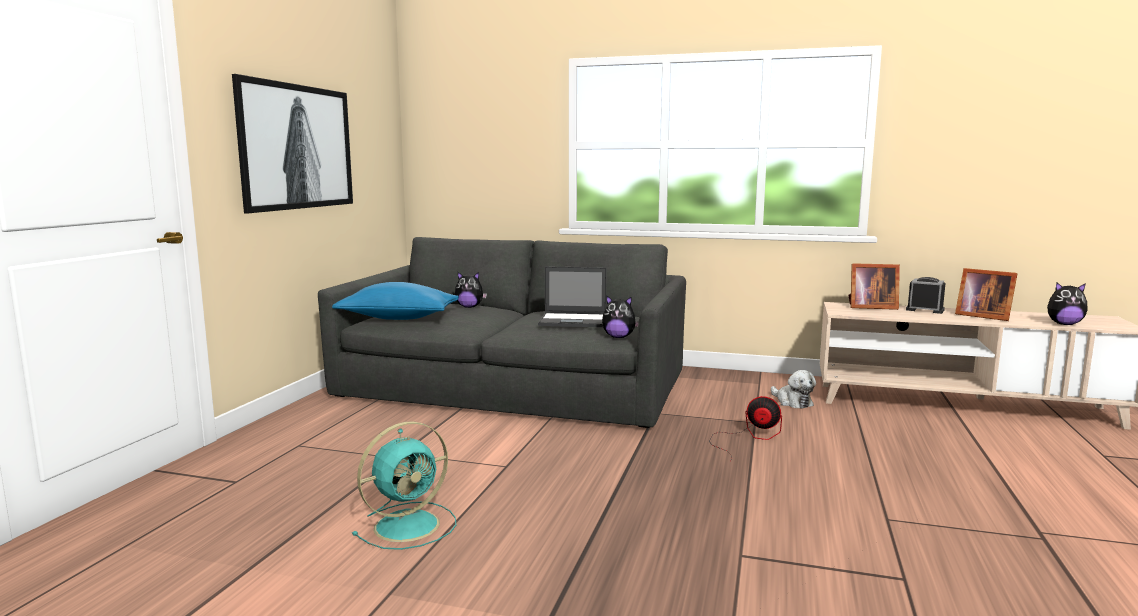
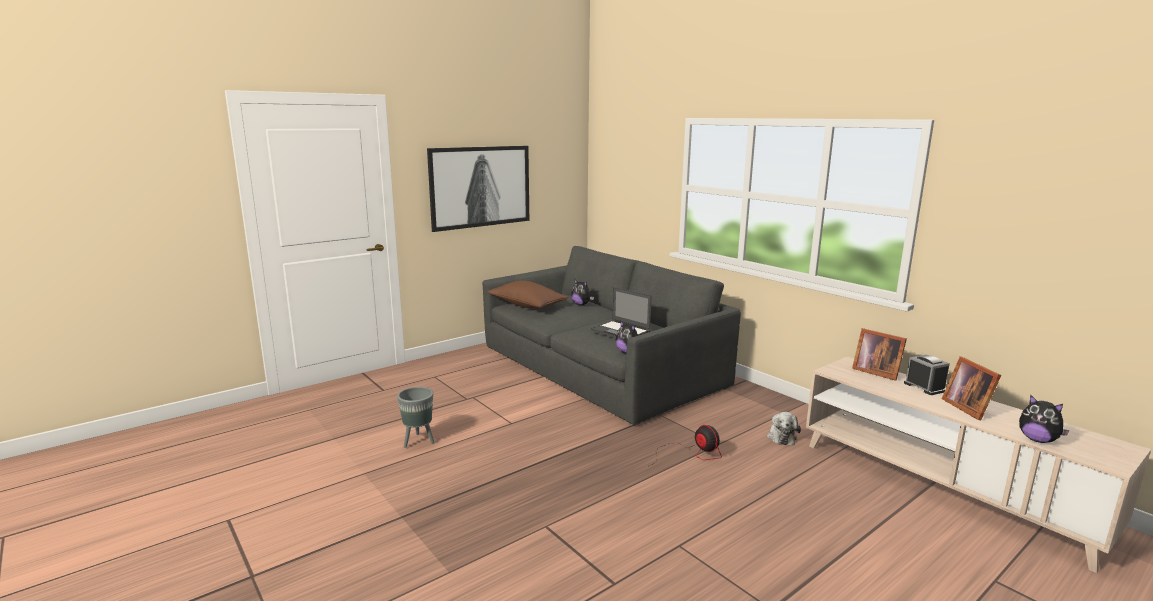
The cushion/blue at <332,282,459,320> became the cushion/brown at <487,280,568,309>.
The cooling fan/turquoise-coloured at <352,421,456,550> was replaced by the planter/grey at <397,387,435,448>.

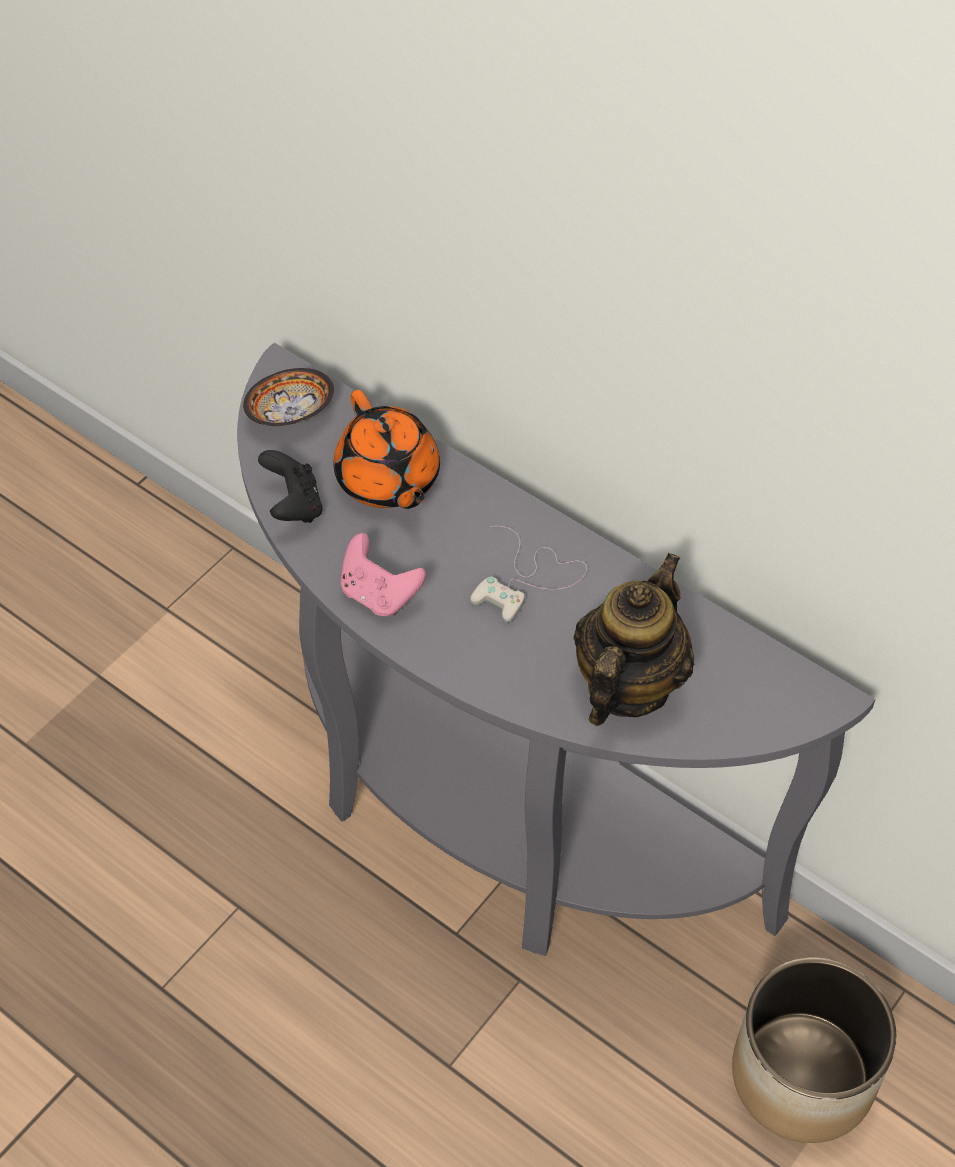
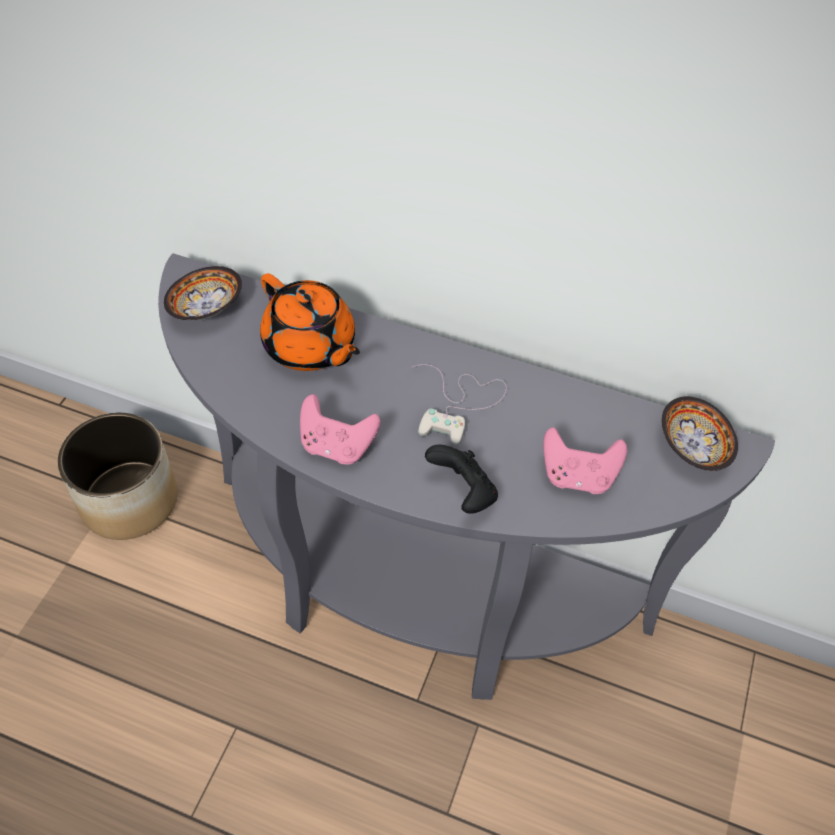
The gamepad/black-coloured moved from <258,450,323,523> to <425,445,498,514>.
The tea pot at <573,553,694,726> was replaced by the gamepad/pinkish at <543,427,627,494>.
The planter moved from <732,958,896,1143> to <58,413,177,540>.
The serving bowl at <662,396,738,471> appeared.

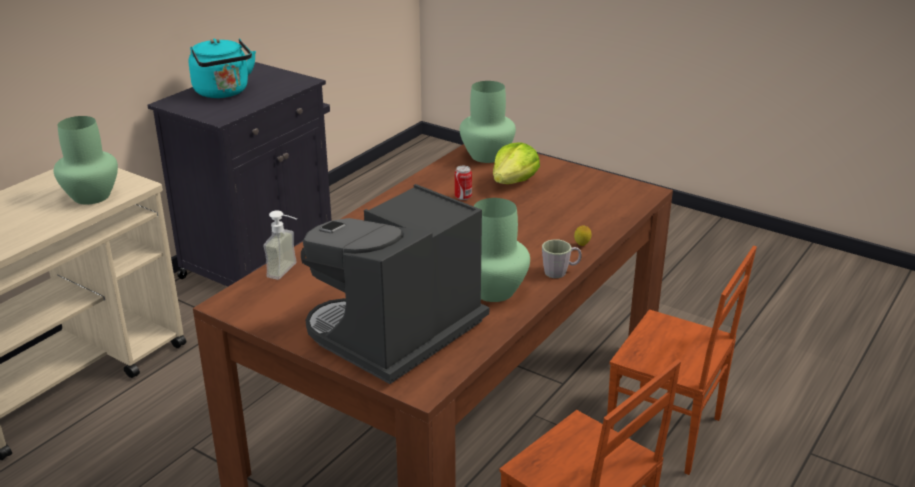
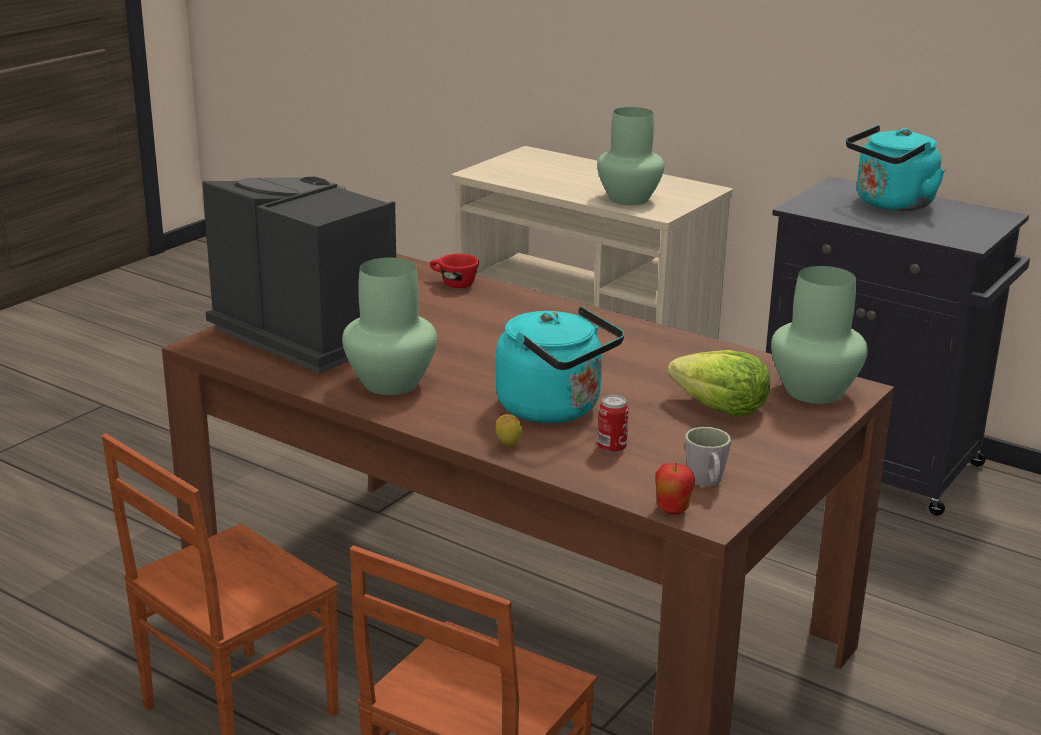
The sealed can moved from <455,166,472,200> to <597,395,629,454>.
The soap bottle at <263,210,297,280> was replaced by the small cup/reddish at <430,254,479,288>.
The coffee mug/grey moved from <542,239,581,278> to <685,427,731,486>.
The water kettle/turquoise-coloured at <496,306,624,423> appeared.
The apple at <655,463,695,515> appeared.

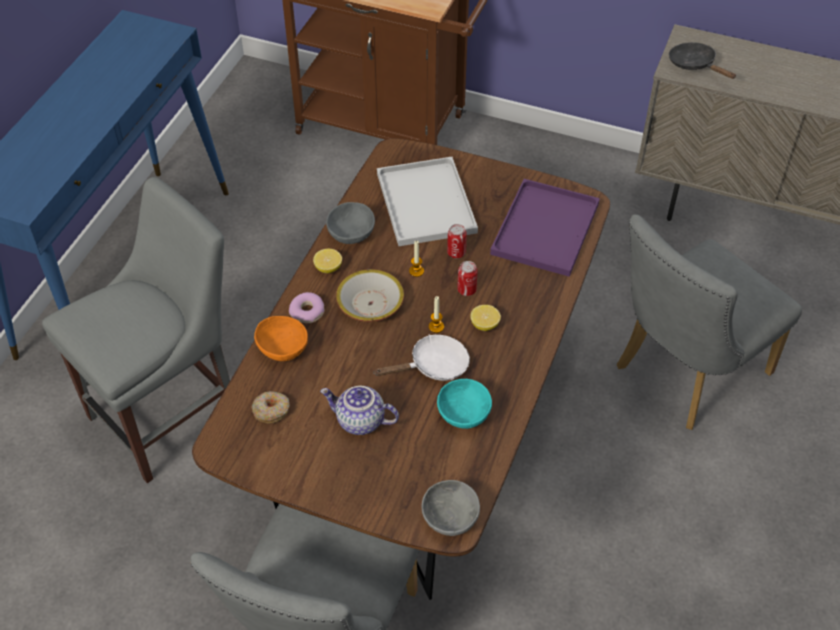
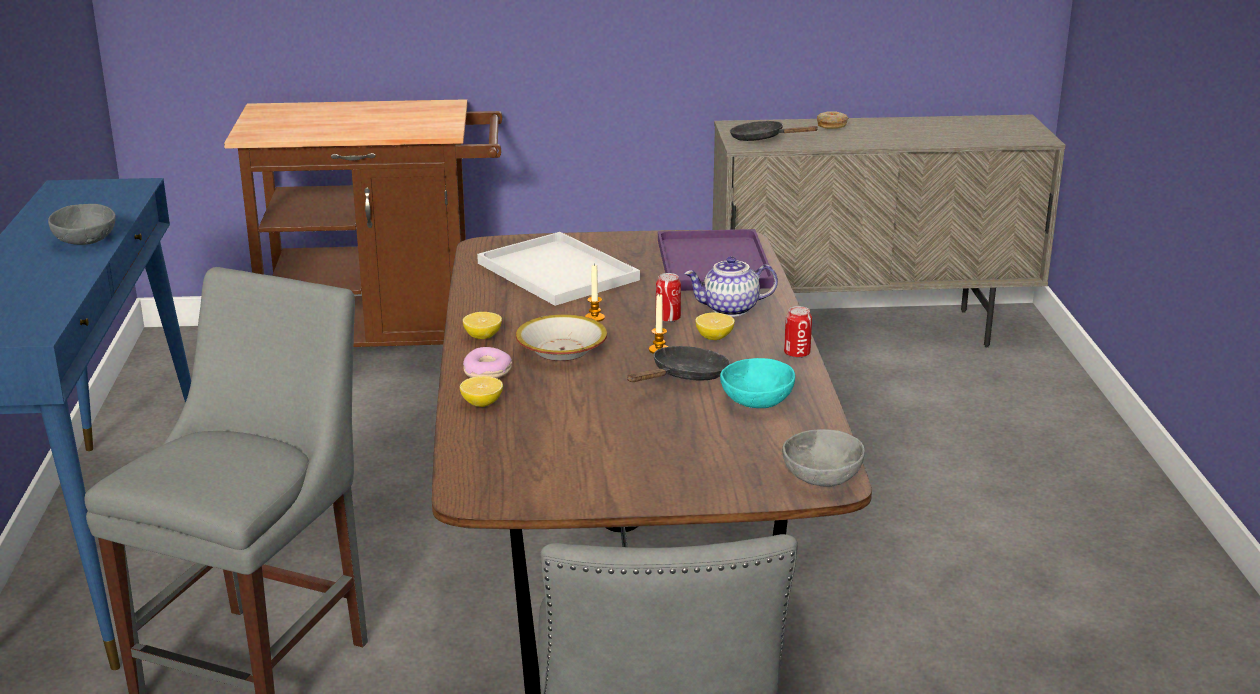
The serving bowl/grey moved from <326,202,375,244> to <48,204,116,245>.
The chair/grey at <617,214,802,430> disappeared.
The sealed can moved from <447,224,467,258> to <784,306,812,358>.
The serving bowl/orangey at <254,316,308,361> was replaced by the whole lemon at <460,376,503,407>.
The frying pan/whitish at <373,335,470,381> became the frying pan/black-coloured at <627,346,730,382>.
The tea pot moved from <320,386,399,435> to <684,256,778,317>.
The ring doughnut moved from <252,391,290,423> to <817,111,848,129>.

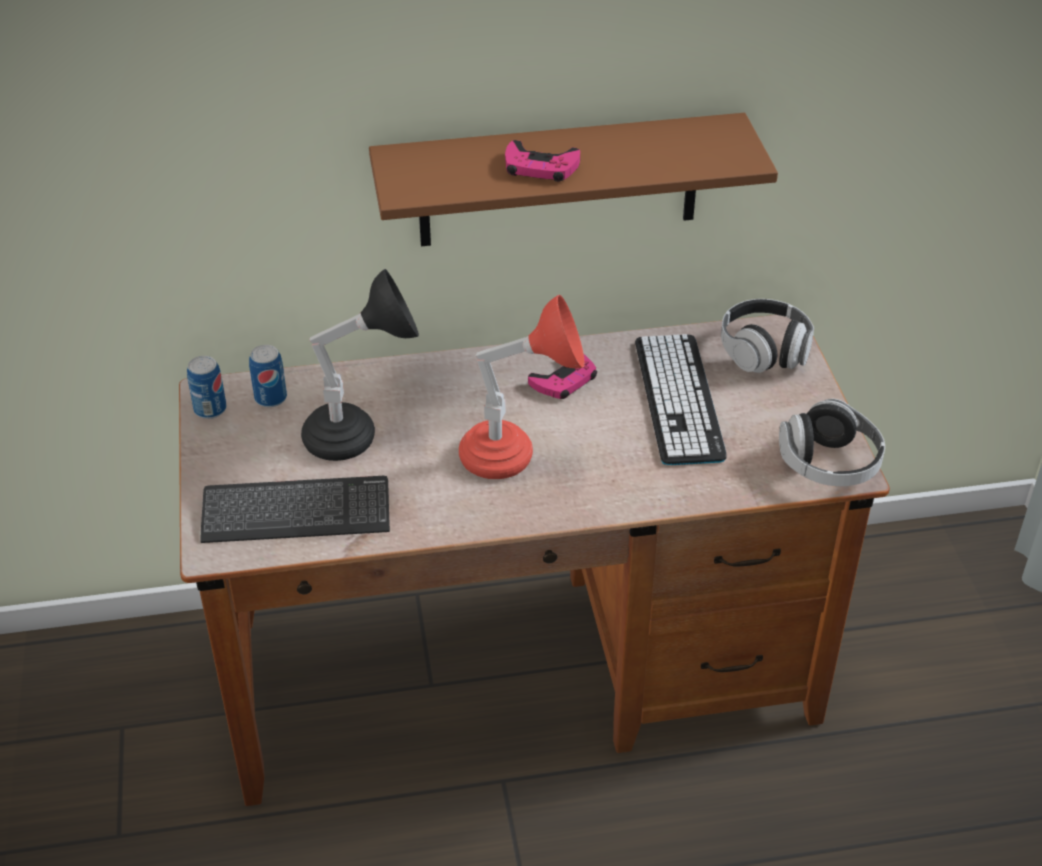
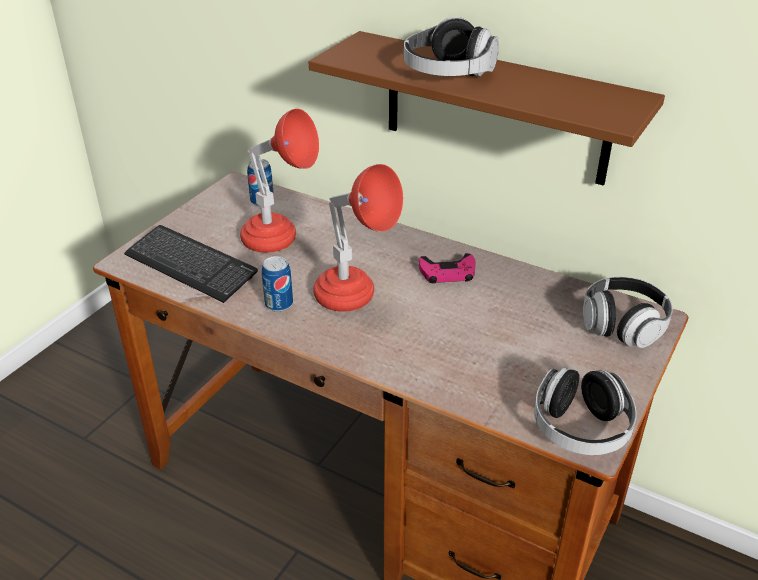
The gamepad/pinkish at <505,140,580,182> was replaced by the headset at <404,17,499,76>.
The tabletop lamp/black-coloured at <301,269,419,461> became the tabletop lamp/reddish at <240,109,319,253>.
The keyboard at <635,334,726,465> disappeared.
The sealed can moved from <187,356,227,419> to <262,256,293,312>.

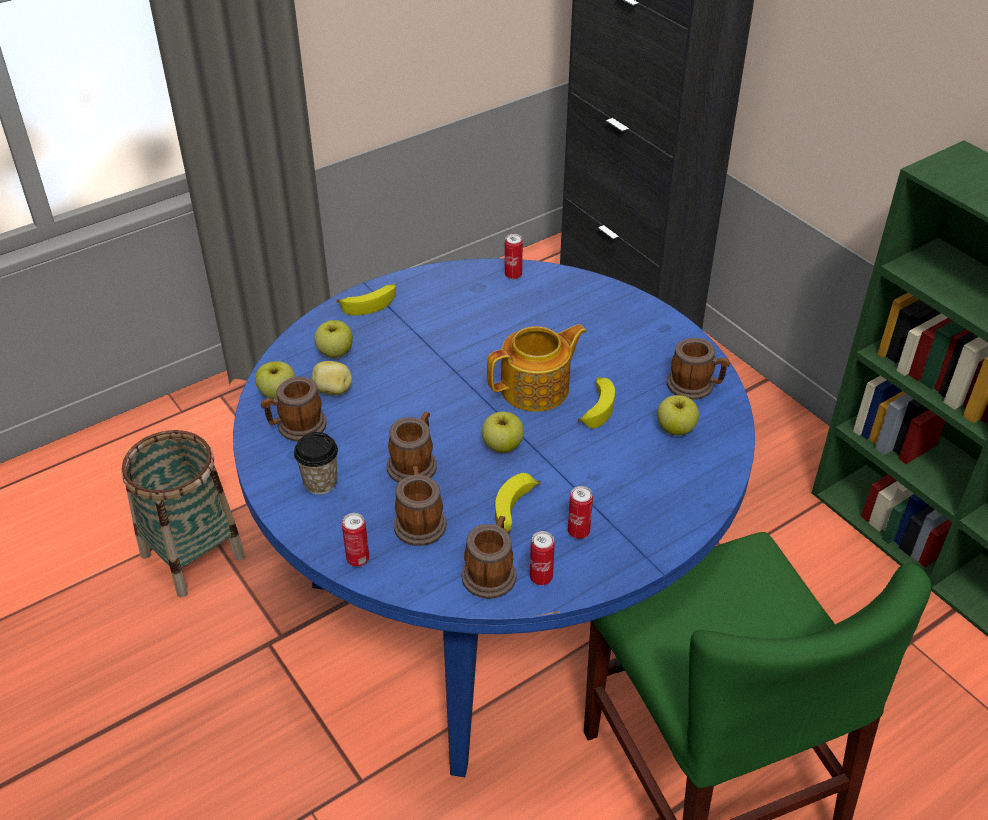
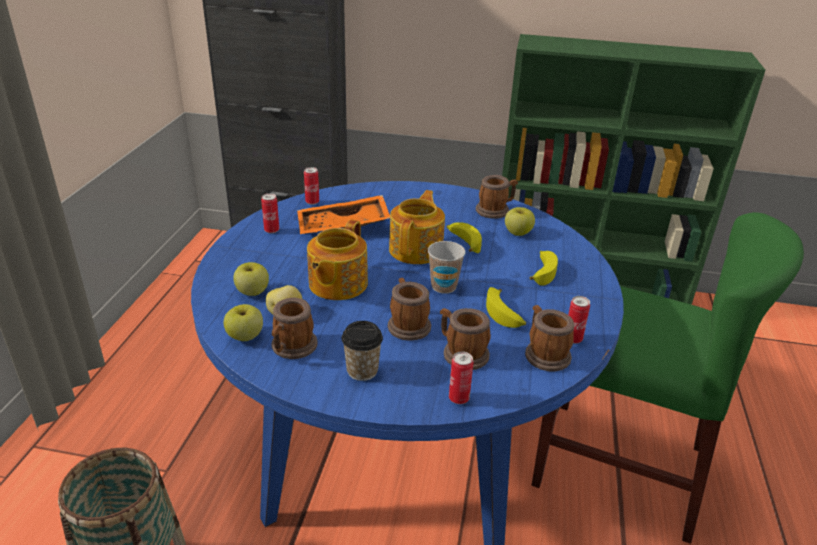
The whole banana moved from <336,284,396,315> to <529,251,558,286>.
The apple at <482,412,524,453> was replaced by the small cup at <428,241,466,294>.
The sealed can moved from <568,486,593,539> to <261,193,279,233>.
The tray/orangey at <297,195,390,234> appeared.
The tea pot at <307,219,368,300> appeared.

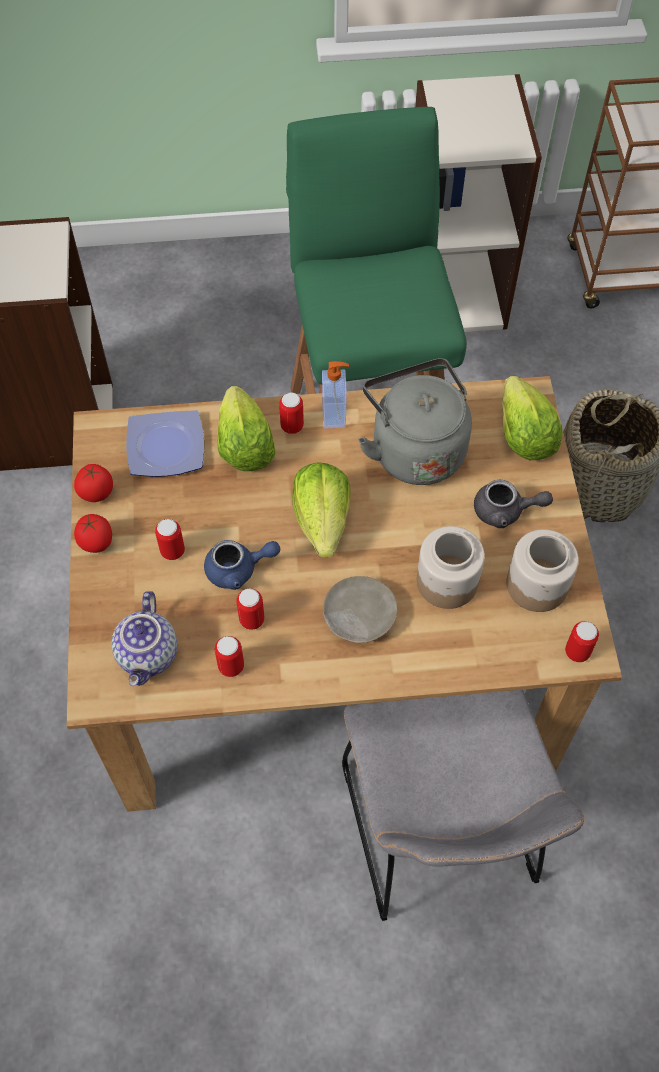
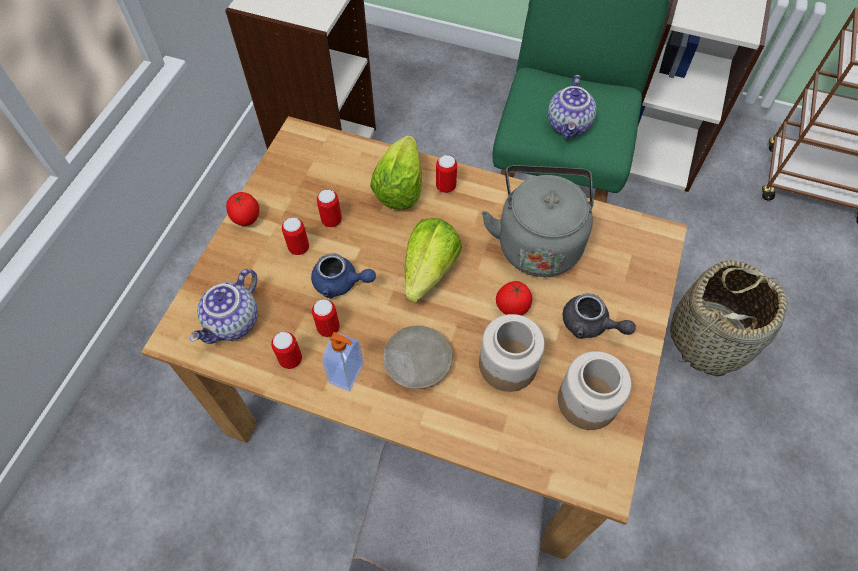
The soap bottle moved from <322,361,349,428> to <322,332,364,391>.
The head of lettuce at <502,376,563,460> disappeared.
The dinner plate at <126,410,204,477> disappeared.
The fresh tomato moved from <74,464,113,502> to <496,281,532,316>.
The sealed can moved from <565,621,599,662> to <317,189,342,227>.
The tea pot at <548,75,596,139> appeared.

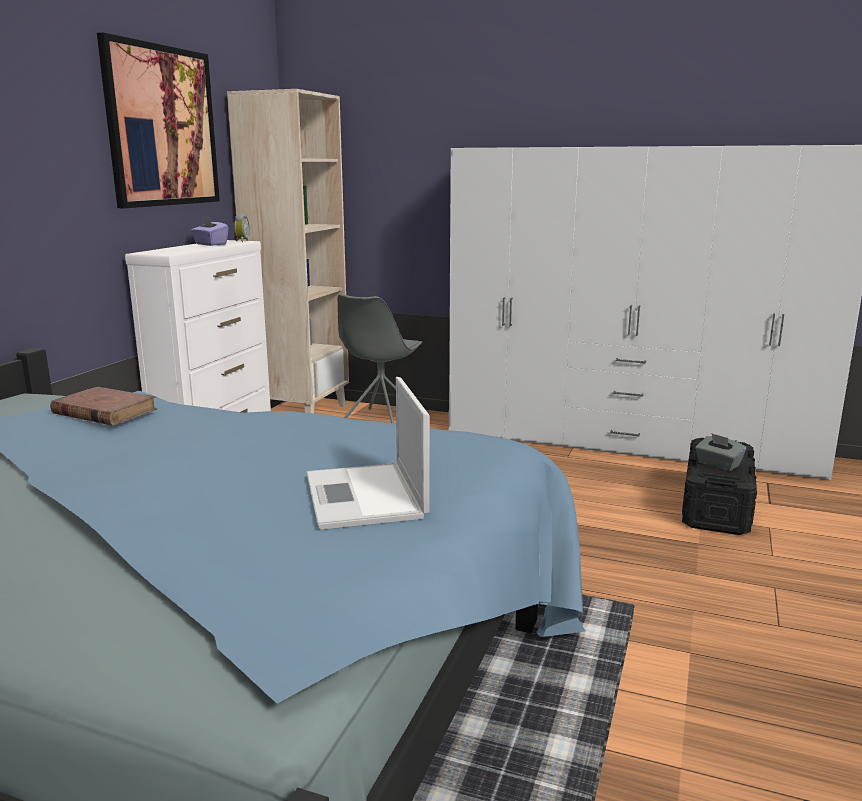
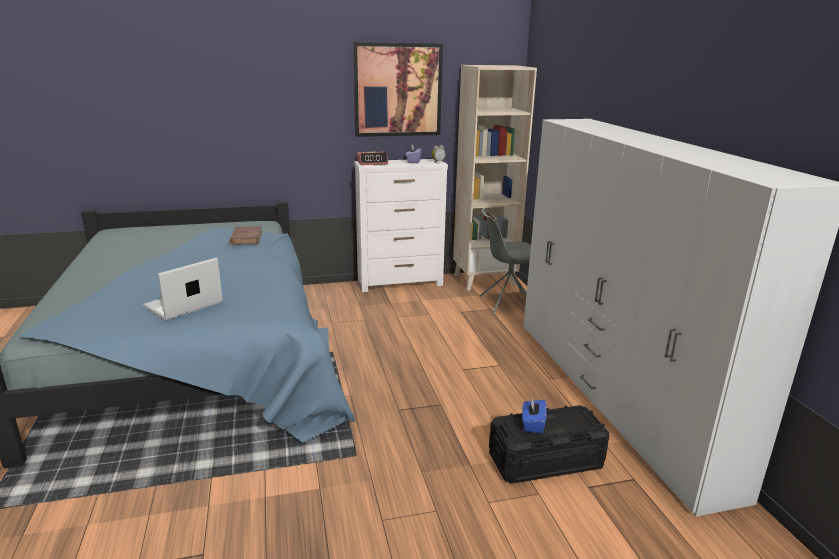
The box of tissues/grey at <695,433,746,471> became the box of tissues/blue at <522,397,547,433>.
The bedside clock at <357,152,388,165> appeared.

